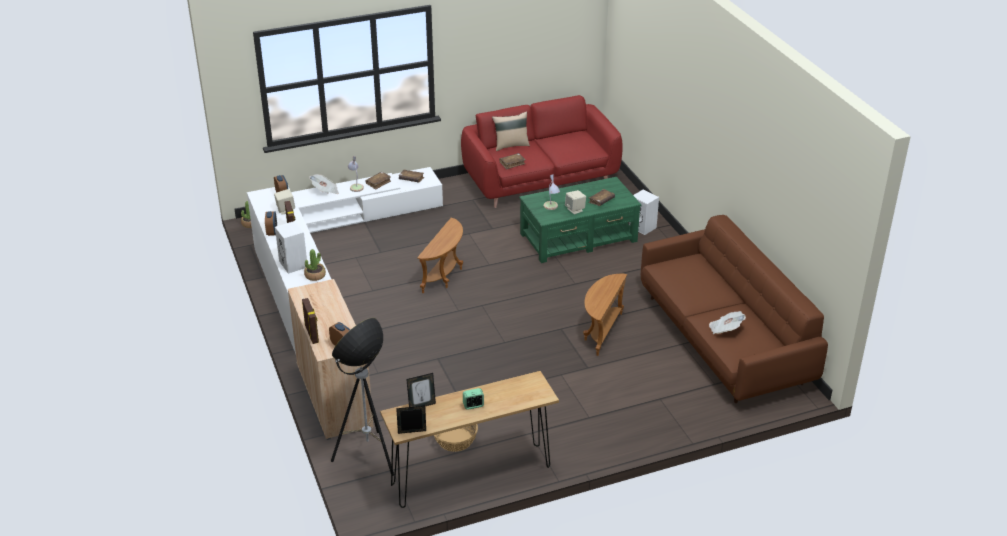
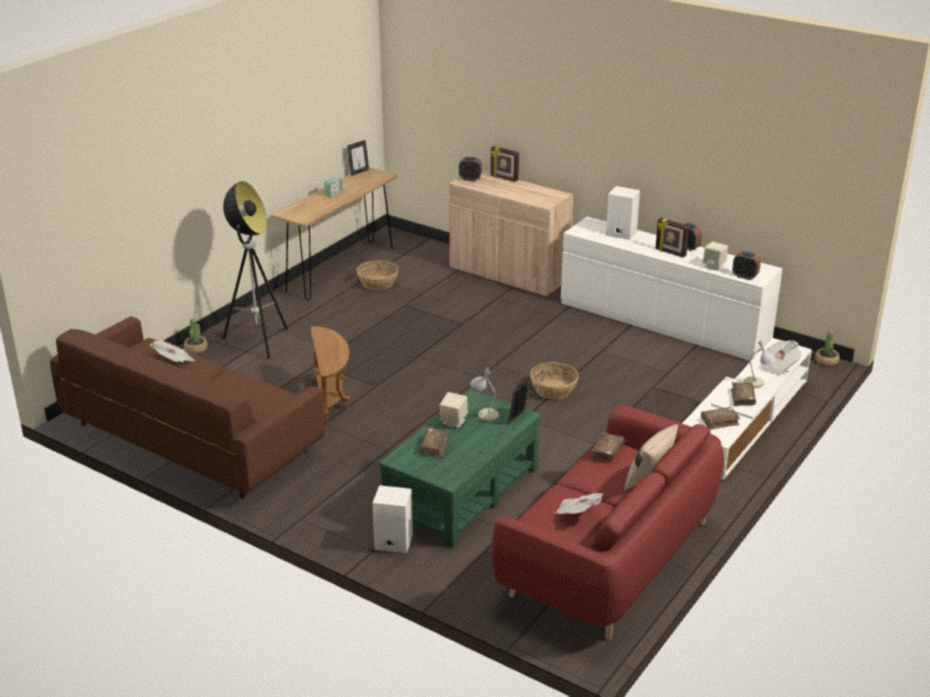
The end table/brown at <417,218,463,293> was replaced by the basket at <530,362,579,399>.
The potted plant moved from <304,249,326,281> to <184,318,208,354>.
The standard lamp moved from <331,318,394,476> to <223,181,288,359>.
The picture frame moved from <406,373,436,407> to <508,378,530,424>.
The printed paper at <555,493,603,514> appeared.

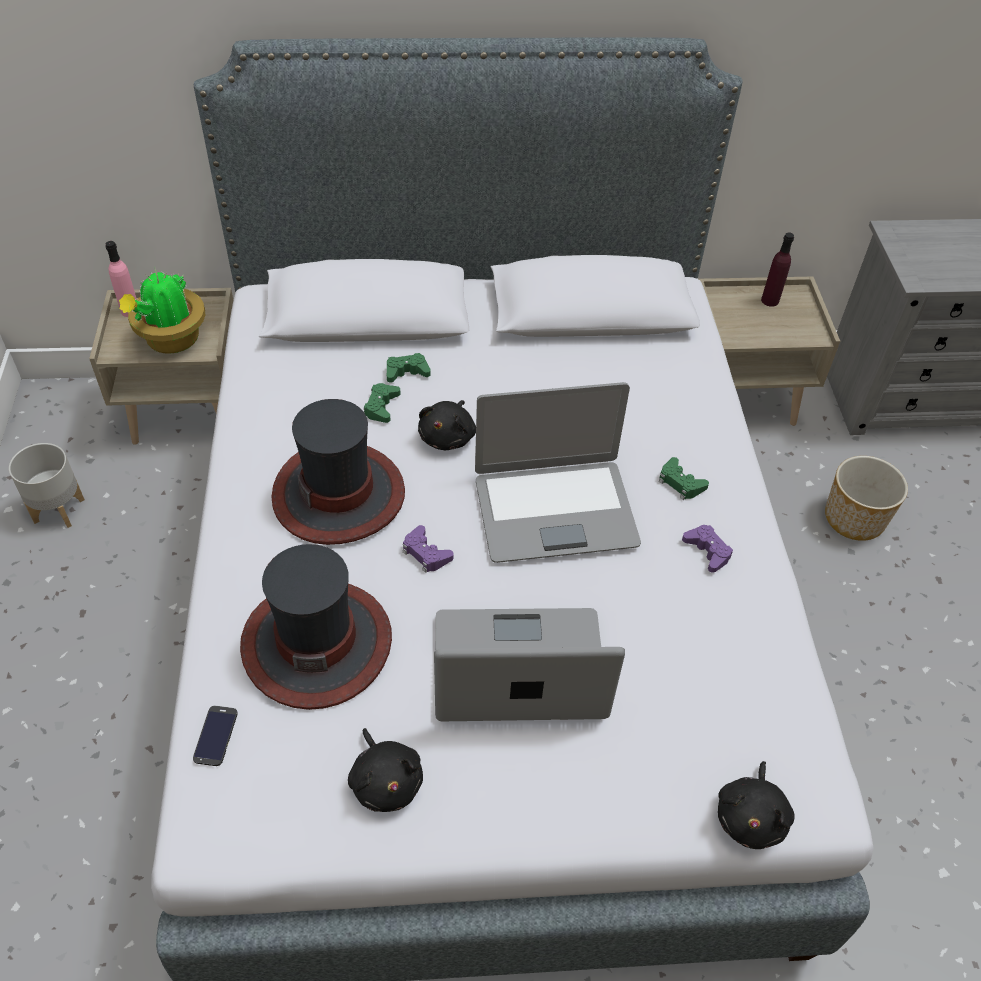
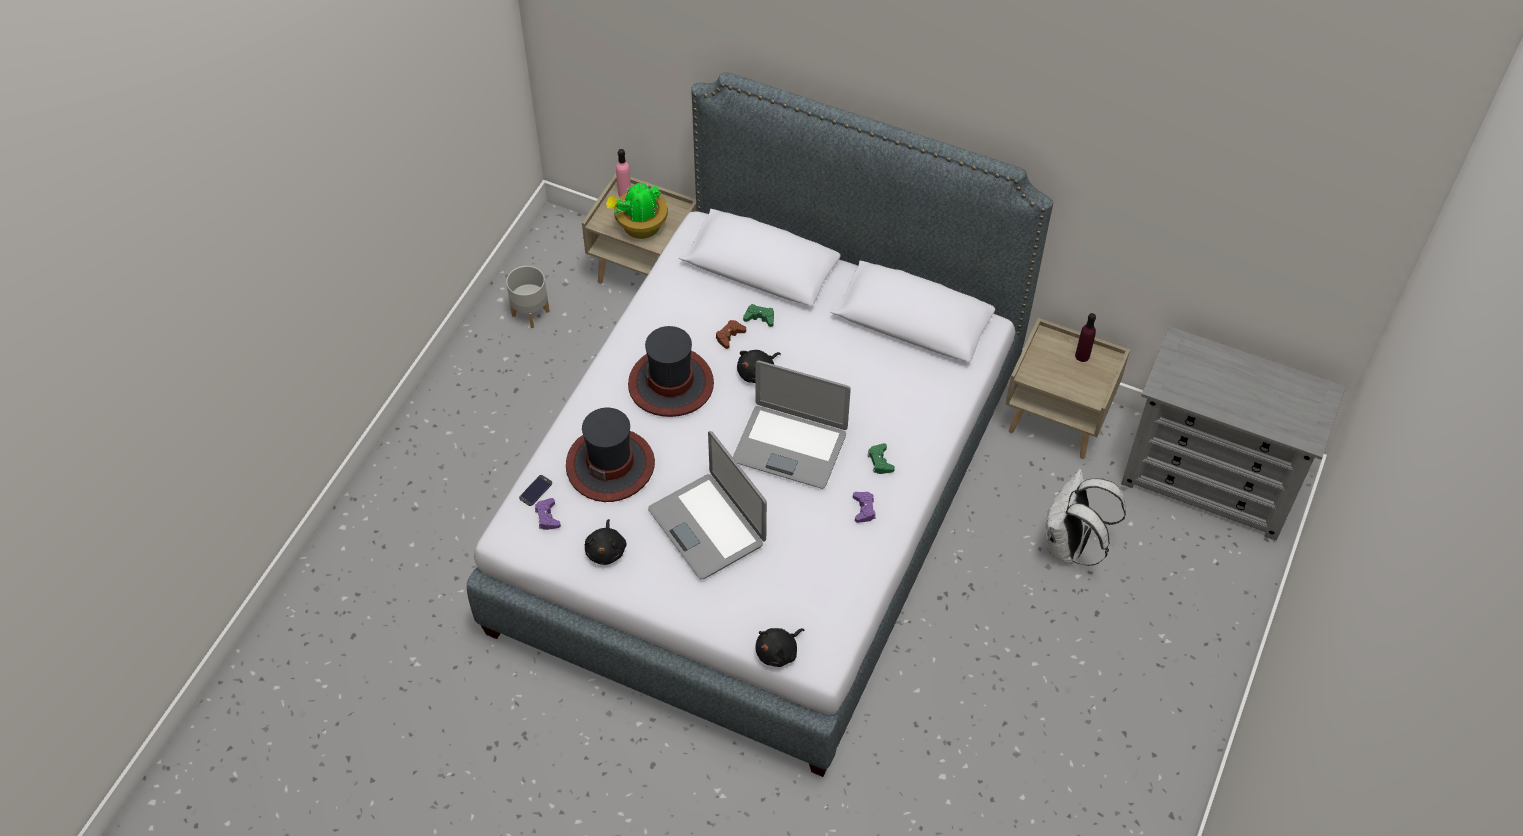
The gamepad/greenish at <364,383,401,423> became the gamepad/brown at <716,320,746,349>.
The planter at <825,456,908,541> was replaced by the knapsack/whitish at <1045,469,1126,566>.
The gamepad/purple moved from <403,525,454,573> to <535,498,561,530>.
The portable computer at <434,608,625,721> turned 150 degrees counterclockwise.

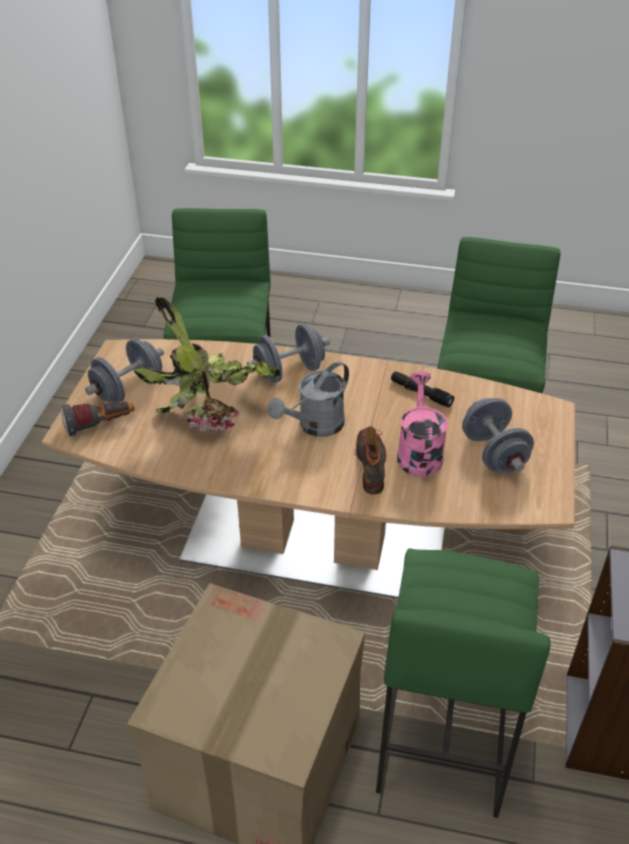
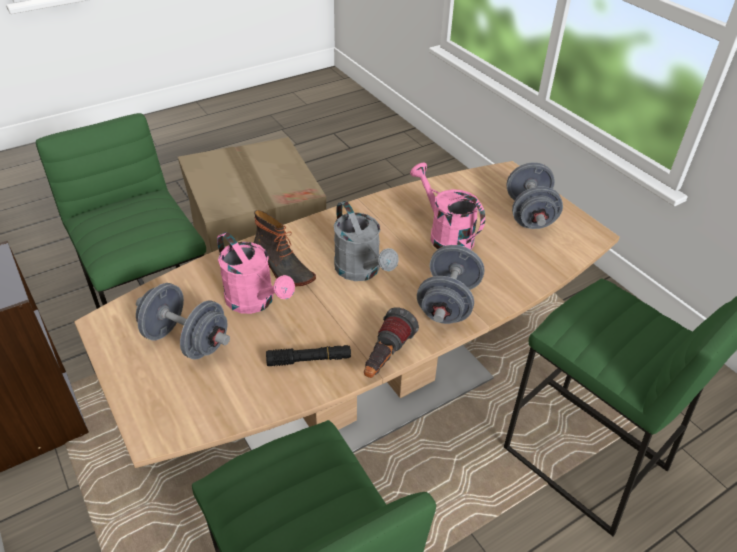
The potted plant at <134,297,282,432> was replaced by the watering pot/pinkish at <410,163,485,250>.
The watering pot/grey at <268,361,349,437> turned 150 degrees clockwise.
The flashlight moved from <62,401,134,437> to <364,307,419,378>.

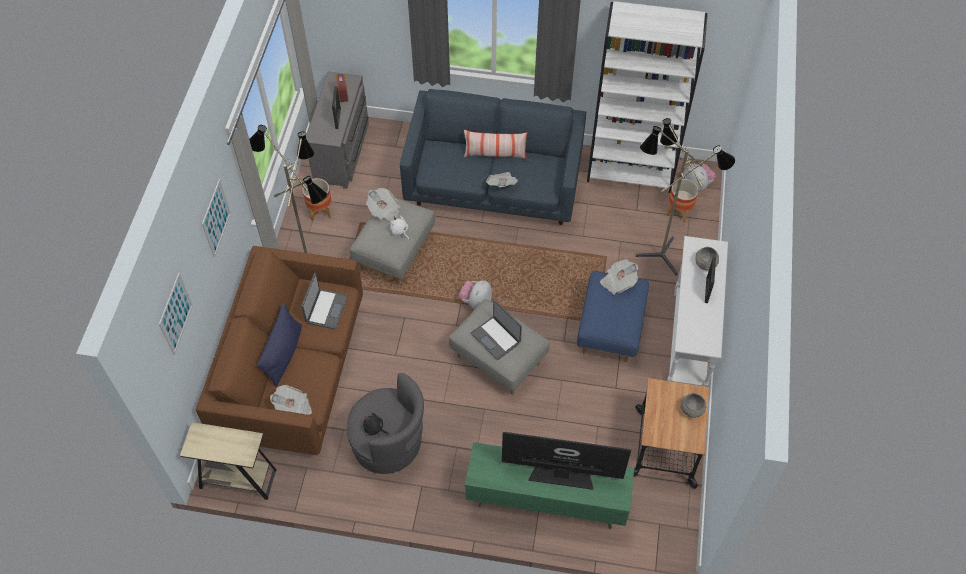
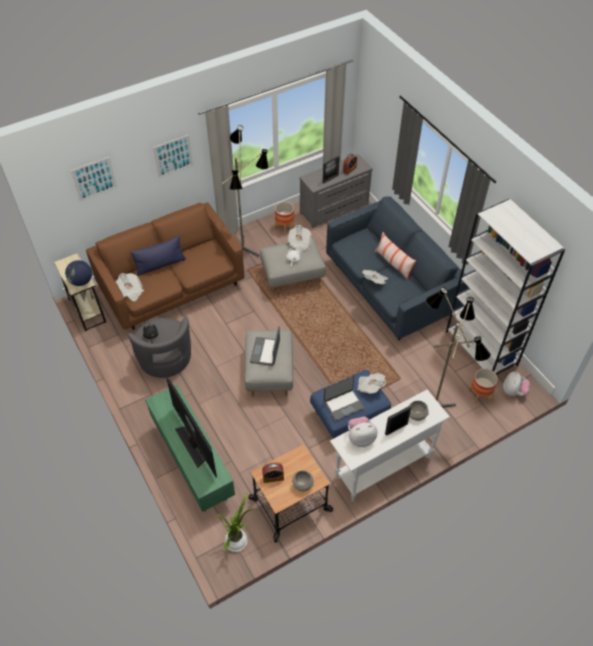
The portable computer moved from <301,273,348,330> to <324,375,365,421>.
The plush toy moved from <459,280,492,309> to <348,416,377,447>.
The desk globe at <65,260,92,286> appeared.
The bedside clock at <262,463,284,483> appeared.
The potted plant at <216,492,258,552> appeared.

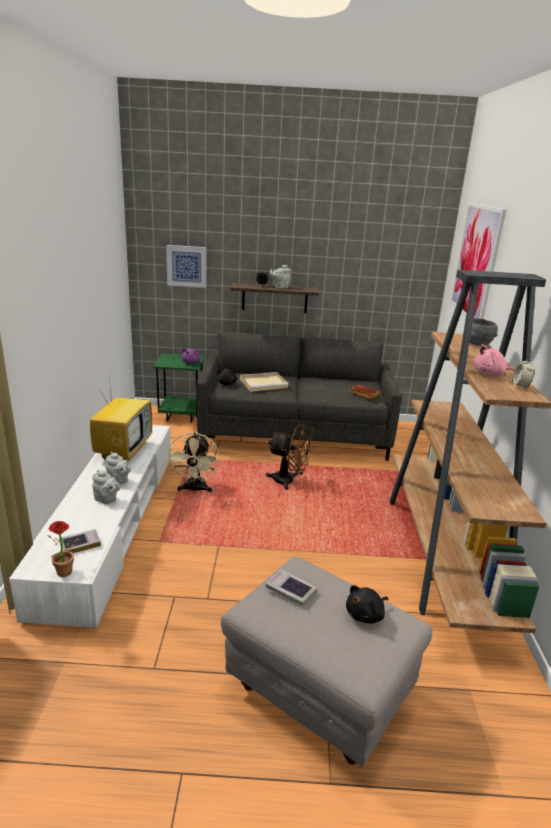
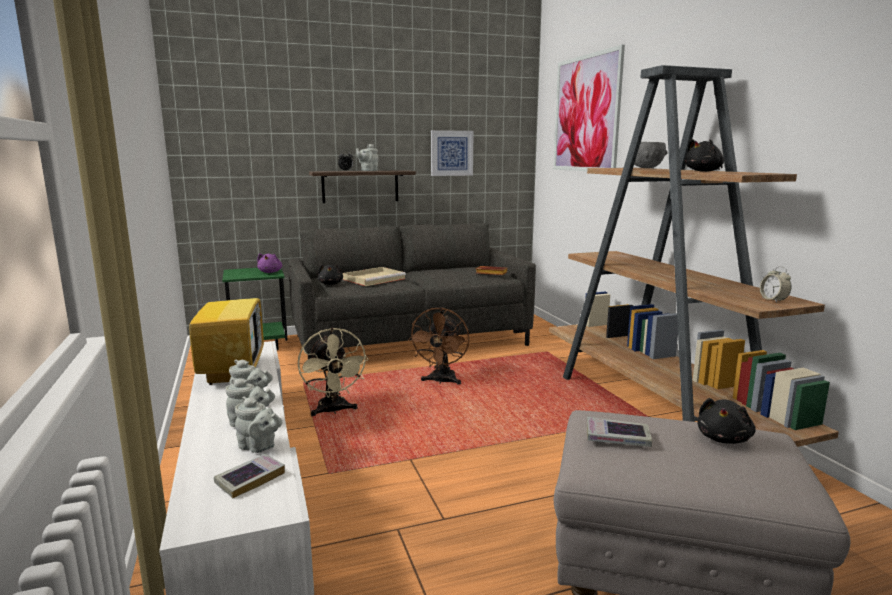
The wall art moved from <166,245,206,288> to <431,130,473,176>.
The plush toy/pinkish at <474,344,515,376> became the plush toy/black-coloured at <685,139,724,172>.
The bedside clock moved from <512,358,535,389> to <760,266,791,303>.
The cooling fan/brown at <266,424,314,490> turned 105 degrees clockwise.
The potted plant at <47,521,80,577> disappeared.
The tea pot/grey at <235,397,282,453> appeared.

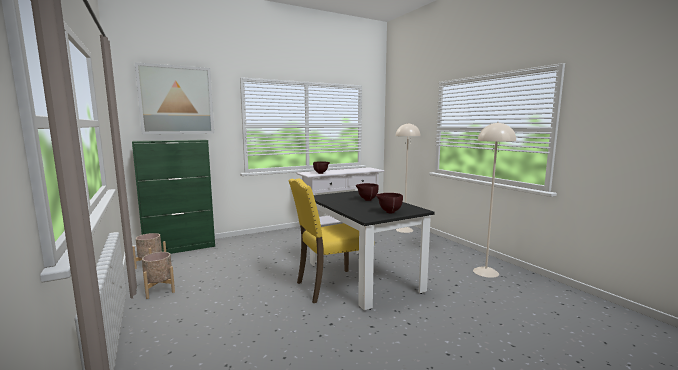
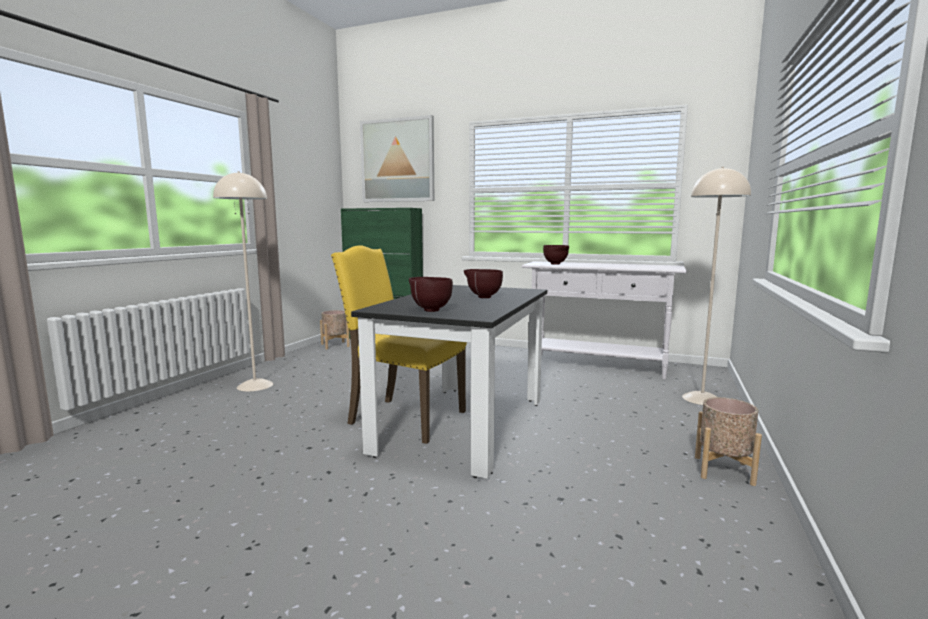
The standard lamp/sand-coloured moved from <473,122,516,278> to <213,171,273,392>.
The planter/sand-coloured moved from <142,252,175,299> to <695,397,762,486>.

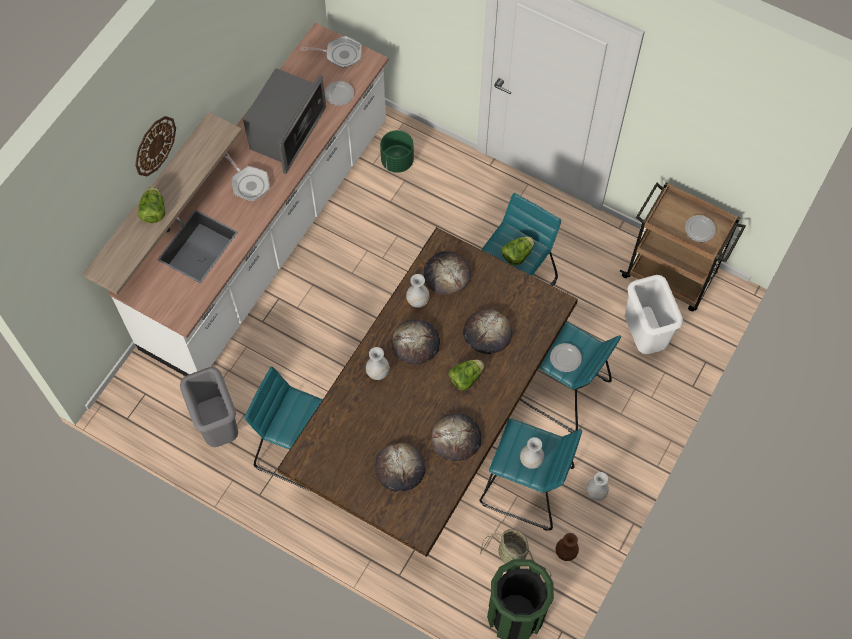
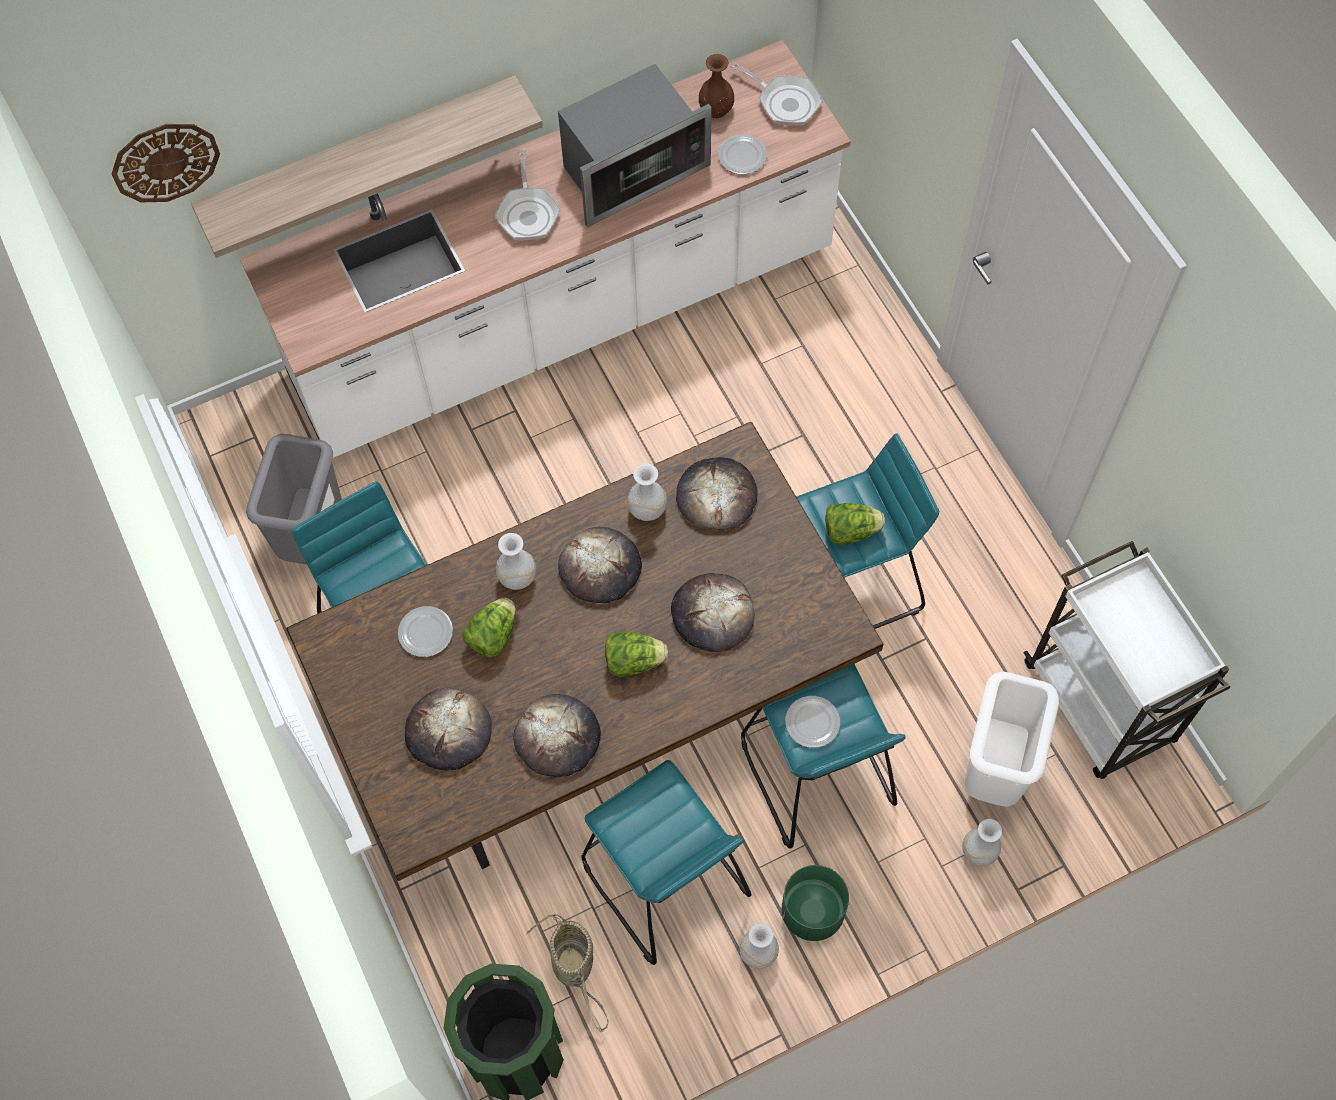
The clock on the wall moved from <135,116,176,176> to <112,124,220,202>.
The planter/greenish moved from <380,130,414,173> to <782,865,849,941>.
The cart/brown at <620,182,746,311> became the cart/whitish at <1023,541,1230,779>.
The head of lettuce moved from <138,187,165,223> to <462,598,516,657>.
The dinner plate moved from <685,215,716,242> to <398,606,453,657>.
The vase/whitish moved from <520,437,544,469> to <962,819,1002,866>.
The vase/brown moved from <556,533,579,561> to <699,54,734,118>.

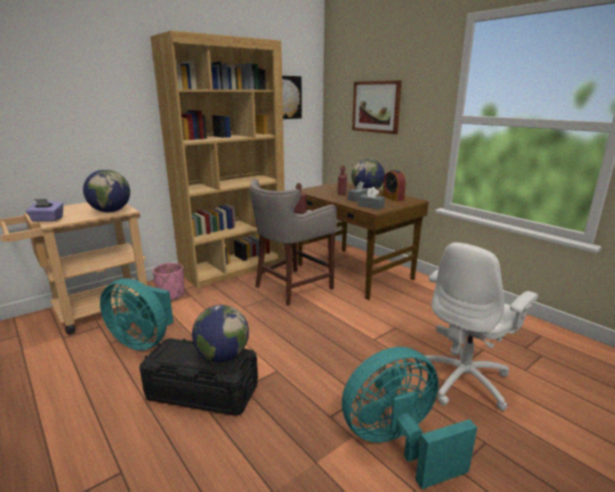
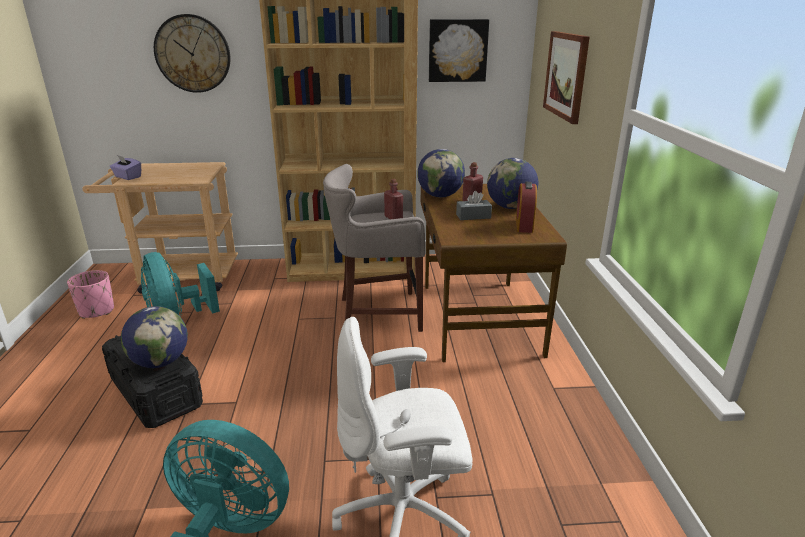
The desk globe moved from <83,169,130,212> to <417,149,465,197>.
The box of tissues/grey at <358,187,385,209> disappeared.
The planter/pinkish moved from <153,263,185,300> to <67,270,114,319>.
The clock on the wall at <154,14,230,93> appeared.

